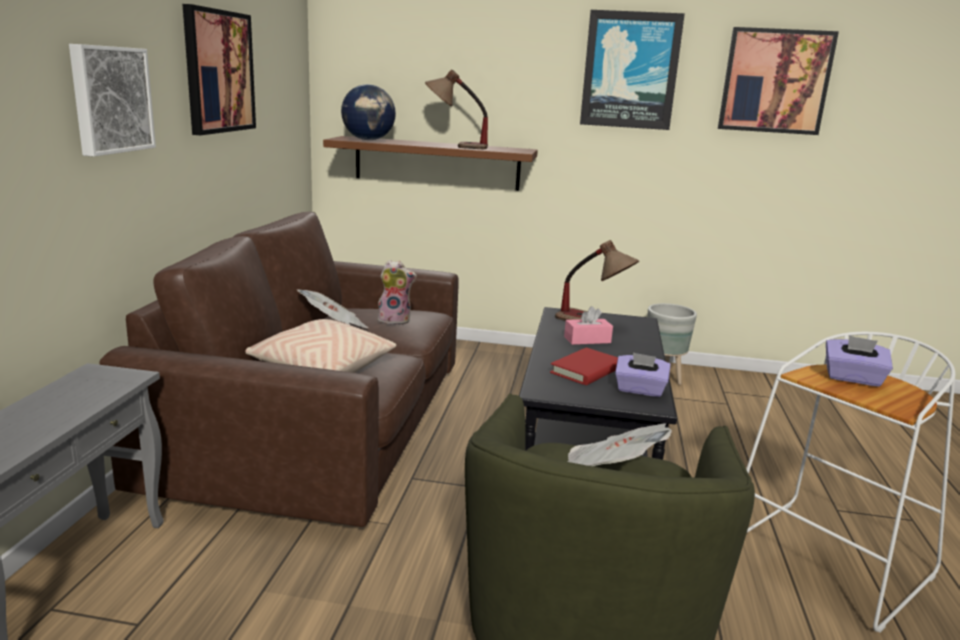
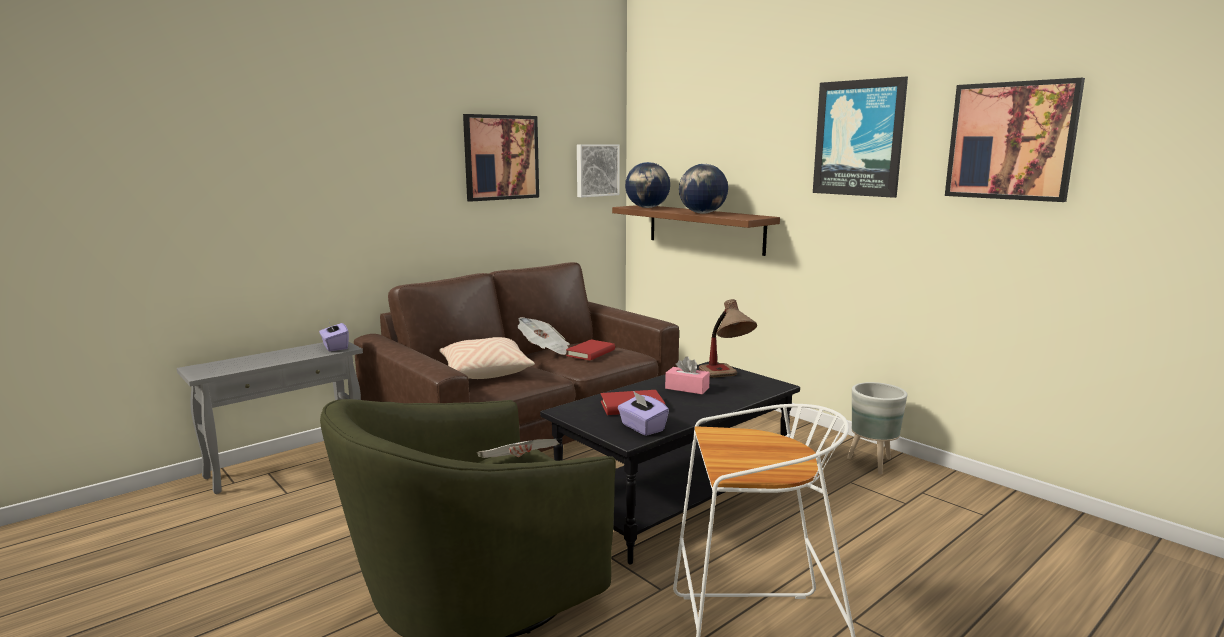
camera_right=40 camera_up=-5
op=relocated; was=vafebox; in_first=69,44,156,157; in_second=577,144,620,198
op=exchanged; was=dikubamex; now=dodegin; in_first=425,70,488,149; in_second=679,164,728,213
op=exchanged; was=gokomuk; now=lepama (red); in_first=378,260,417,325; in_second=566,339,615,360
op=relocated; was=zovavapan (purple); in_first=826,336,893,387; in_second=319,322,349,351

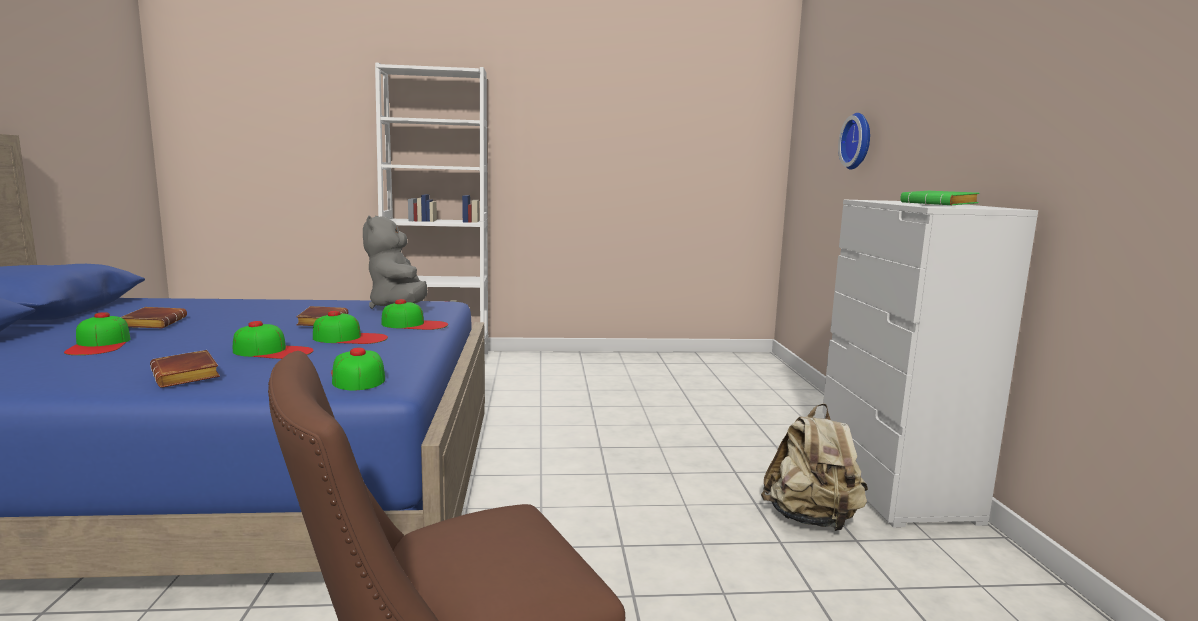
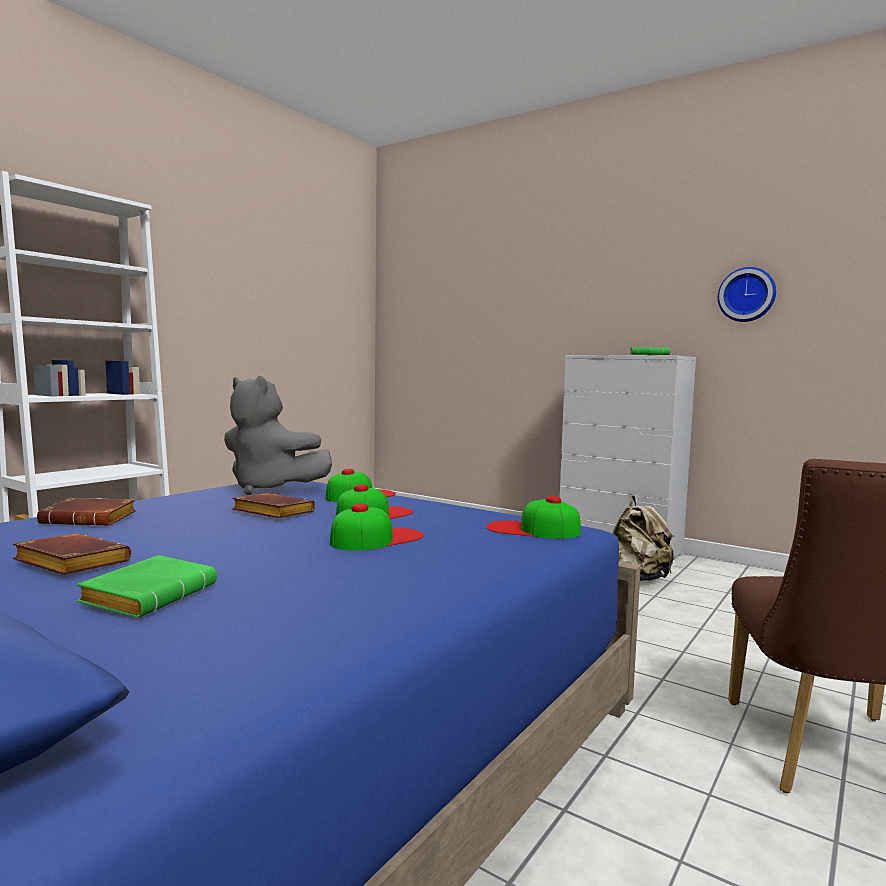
camera_right=-50 camera_up=-5
op=relocated; was=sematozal; in_first=838,113,870,170; in_second=718,267,776,322
op=exchanged; was=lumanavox; now=lepama (green); in_first=64,312,131,355; in_second=77,555,217,618
op=relocated; was=lepama (brown); in_first=150,350,220,388; in_second=37,498,136,526

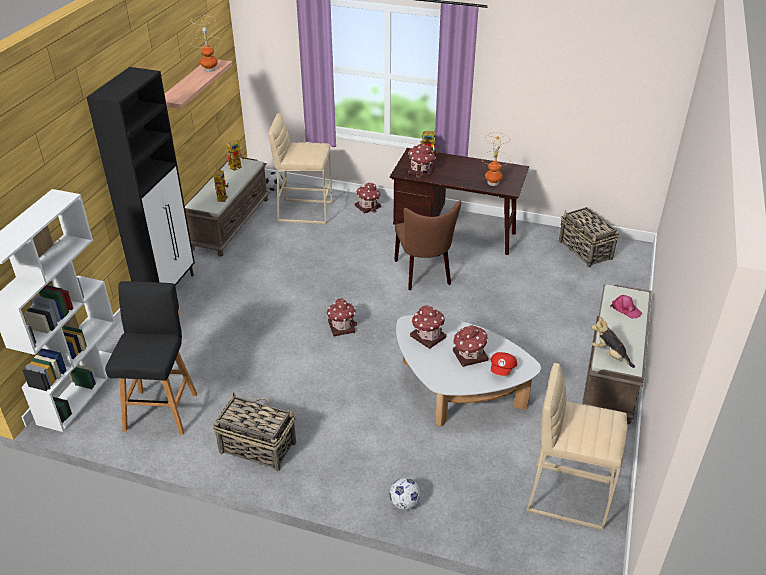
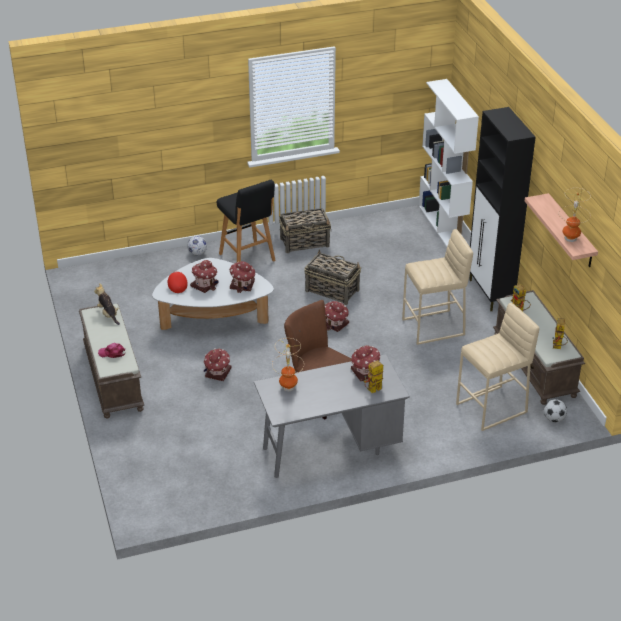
camera_right=145 camera_up=0
op=colour; was=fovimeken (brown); now=fovimeken (grey); in_first=390,148,529,255; in_second=254,354,410,478
op=relocated; was=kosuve; in_first=355,183,381,213; in_second=204,348,232,381
op=relocated; was=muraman; in_first=559,207,619,267; in_second=304,249,361,305
op=relocated; was=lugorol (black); in_first=105,281,197,435; in_second=217,180,276,262
op=spun; was=gokomuk; in_first=591,316,635,368; in_second=94,283,120,325; clockwise=-135
op=relocated; was=lugorol (beige); in_first=526,363,627,530; in_second=402,229,473,345

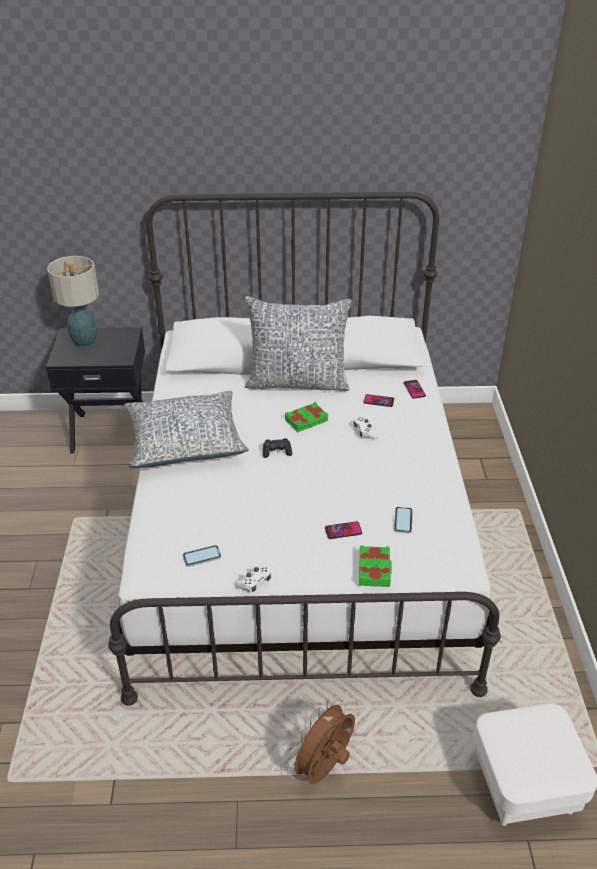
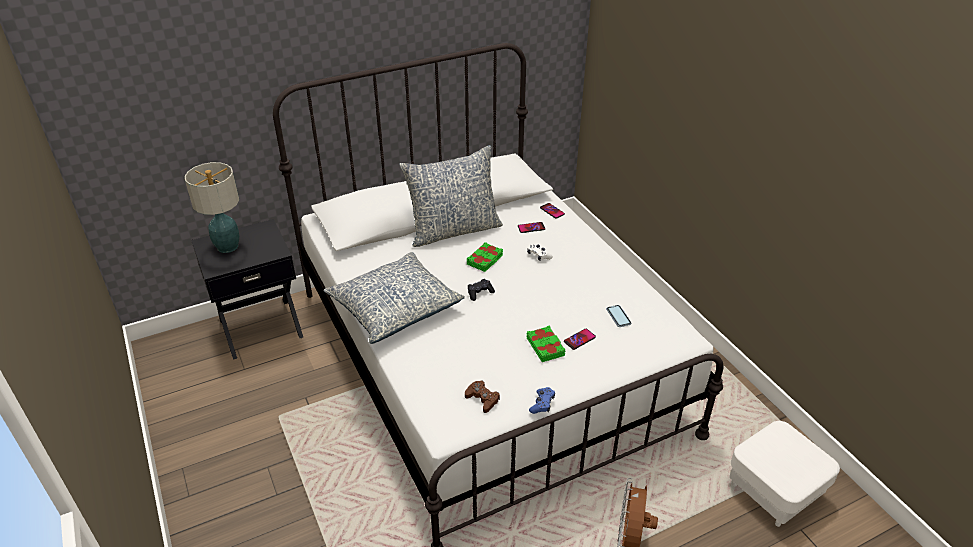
camera_right=-25 camera_up=0
op=exchanged; was=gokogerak; now=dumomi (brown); in_first=183,545,221,567; in_second=465,381,500,413
op=relocated; was=lepama (green); in_first=359,545,392,587; in_second=527,326,565,362
op=colour; was=dumomi (white); now=dumomi (blue); in_first=236,566,271,592; in_second=529,387,555,414

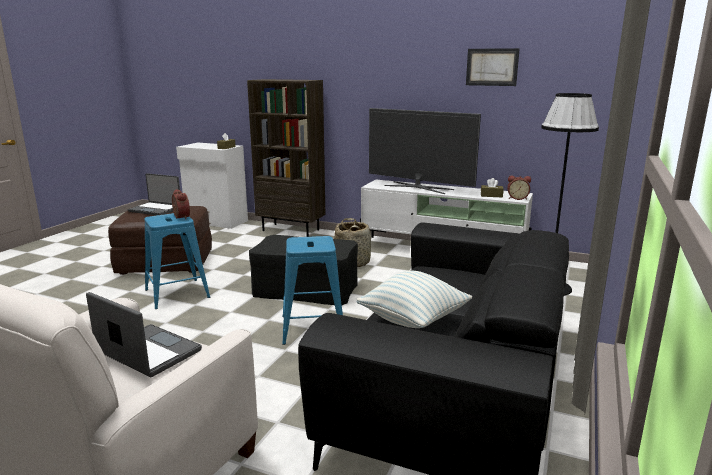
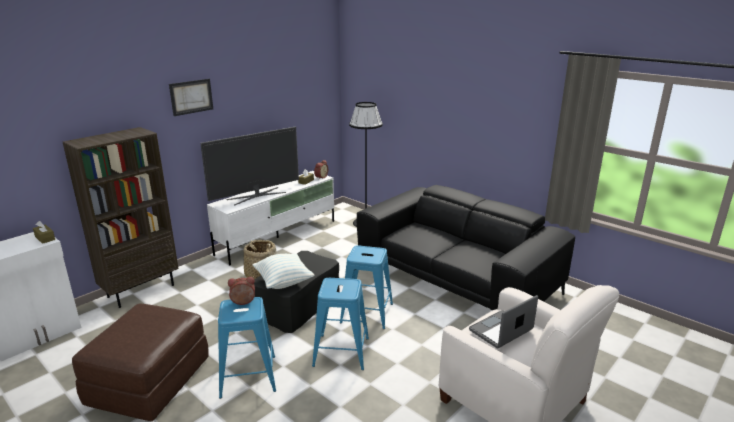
camera_right=-70 camera_up=5
op=relocated; was=vafebox; in_first=466,48,520,86; in_second=169,79,213,116
op=missing; was=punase; in_first=128,173,180,215
op=relocated; was=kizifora; in_first=356,271,472,328; in_second=253,254,314,289
op=appeared; now=lugorol (blue); in_second=312,278,369,370

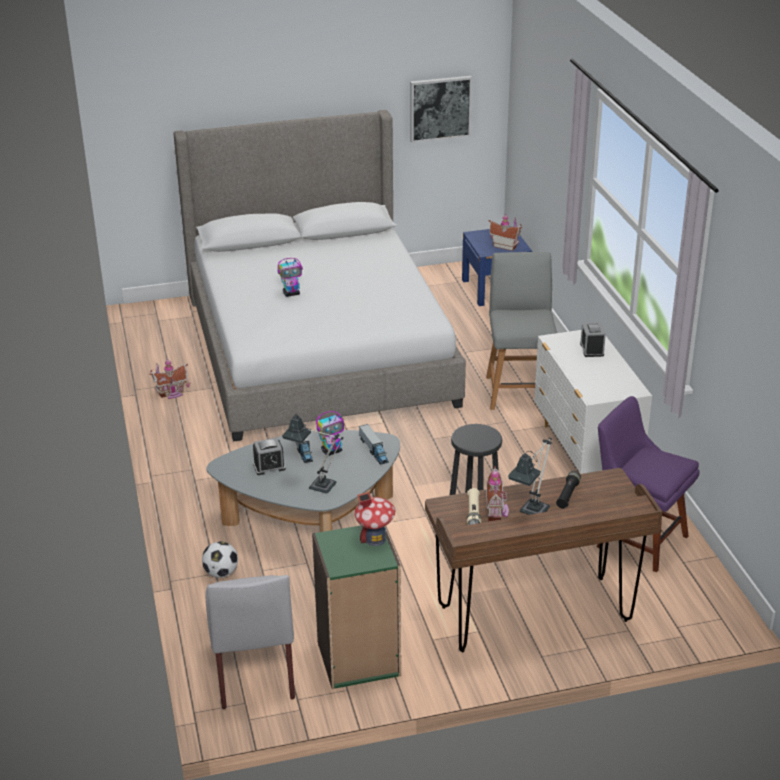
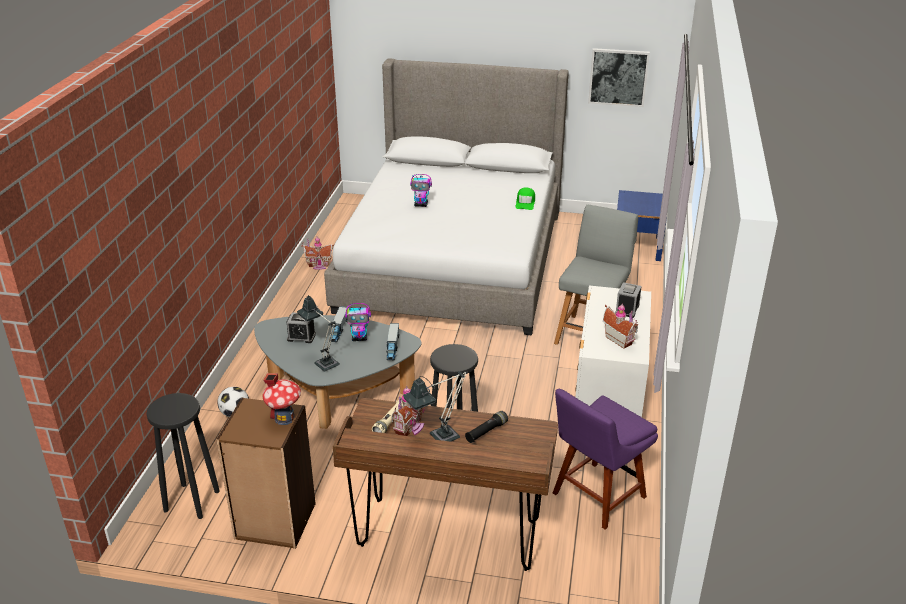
camera_right=25 camera_up=0
op=relocated; was=kosuve; in_first=489,214,523,251; in_second=603,303,638,349
op=spun; was=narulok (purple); in_first=597,396,700,572; in_second=553,389,658,530; clockwise=-105
op=colour; was=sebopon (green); now=sebopon (brown); in_first=312,525,401,689; in_second=216,398,316,549
op=exchanged; was=narulok (grey); now=lugorol (black); in_first=205,575,295,709; in_second=146,393,220,519
op=appeared; now=lumanavox (green); in_second=516,187,535,210

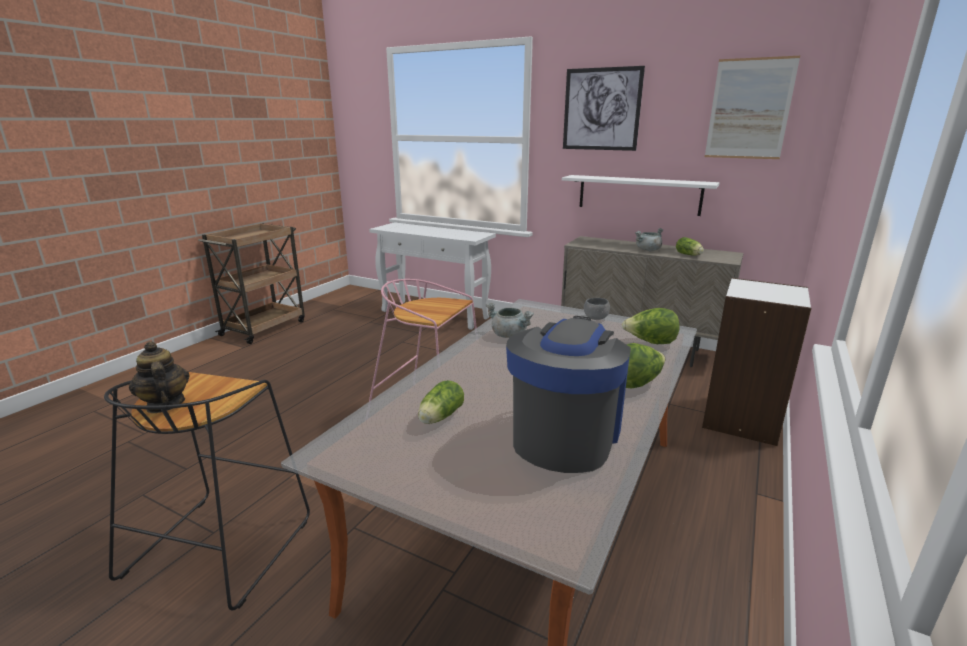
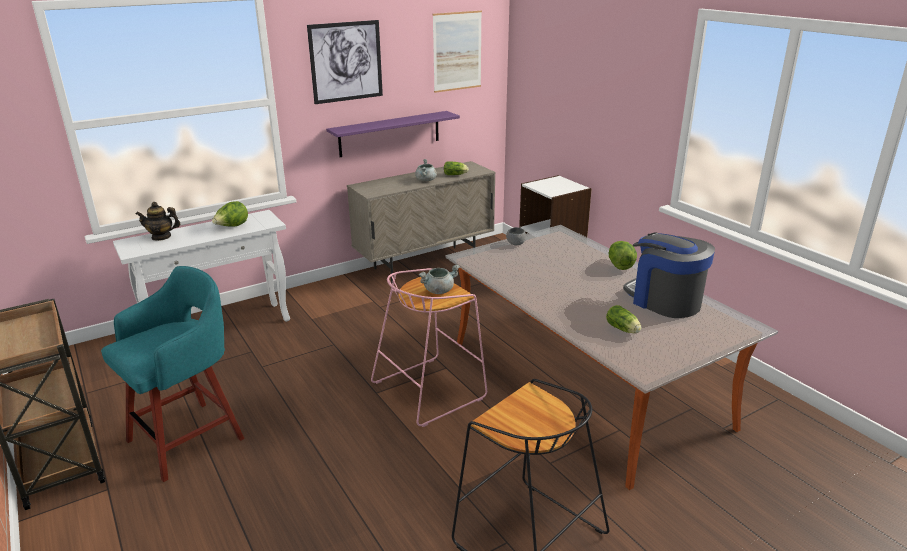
camera_right=-60 camera_up=5
op=colour; was=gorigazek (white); now=gorigazek (purple); in_first=562,175,719,216; in_second=326,111,460,157
op=relocated; was=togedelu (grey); in_first=486,303,534,338; in_second=419,264,460,294
op=relocated; was=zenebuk; in_first=622,308,680,344; in_second=212,201,248,227
op=relocated; was=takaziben; in_first=129,341,190,413; in_second=136,202,180,241
op=appeared; now=lugorol (turquoise); in_second=101,266,245,482

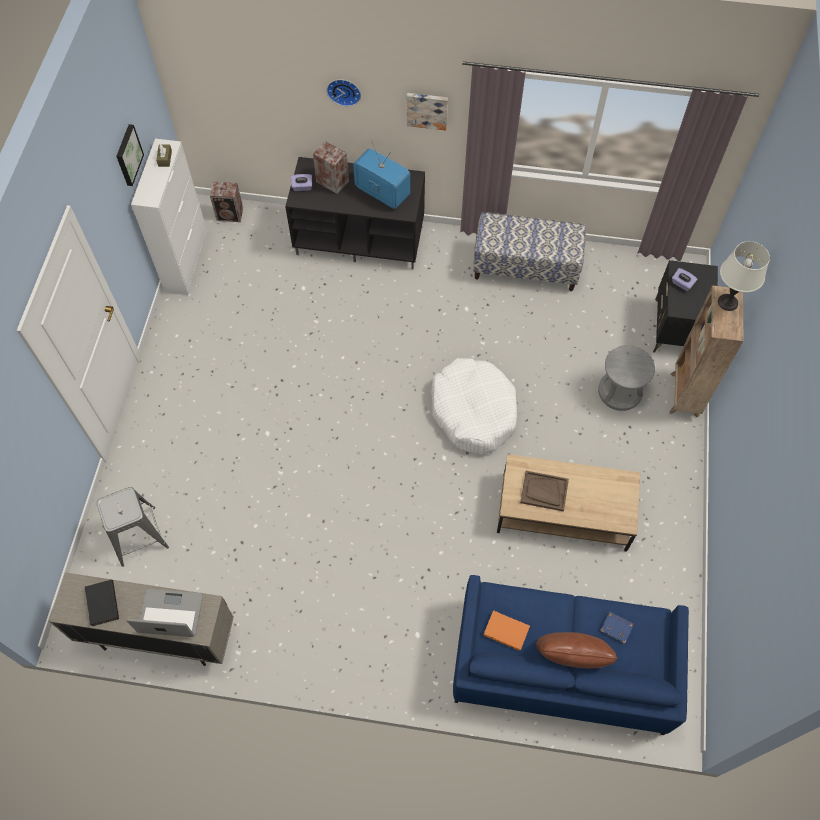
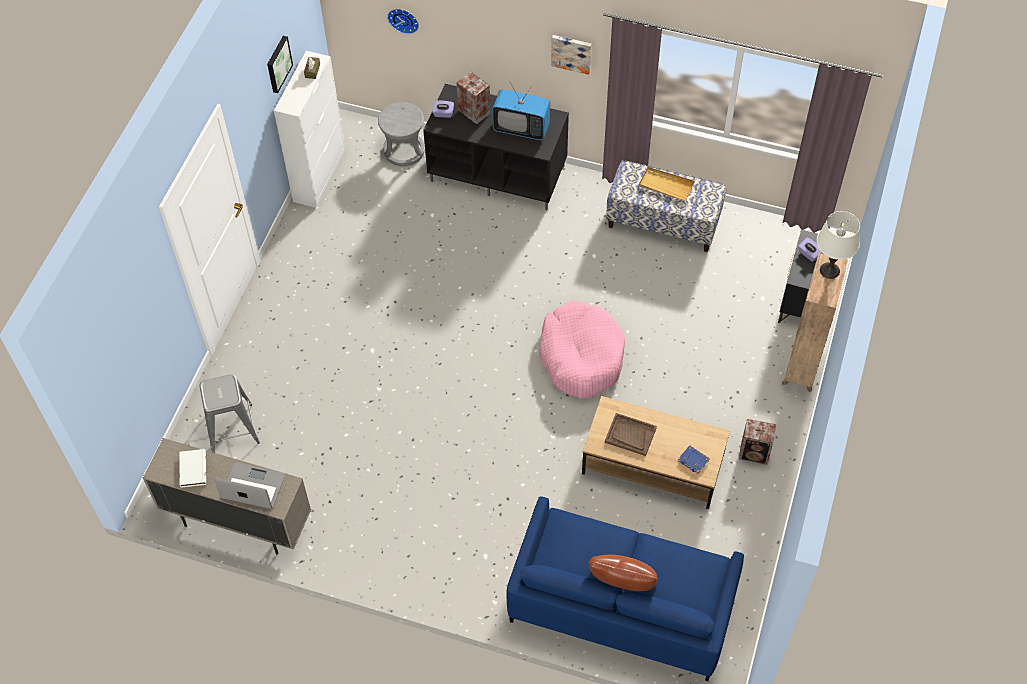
camera_right=10 camera_up=-5
op=relocated; was=sematozal; in_first=327,79,361,106; in_second=387,9,419,34
op=spun; was=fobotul; in_first=353,142,410,209; in_second=492,81,550,140; clockwise=150
op=relocated; was=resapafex; in_first=210,182,243,222; in_second=739,419,776,465
op=relocated; was=lugorol (grey); in_first=598,345,655,411; in_second=378,102,425,166
op=colour; was=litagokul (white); now=litagokul (pink); in_first=431,358,517,455; in_second=539,301,625,398
op=colour; was=lepama (black); now=lepama (white); in_first=85,579,119,626; in_second=179,449,206,488
op=missing; was=lepama (orange); in_first=483,610,530,651
op=relocated; was=lepama (blue); in_first=600,612,634,644; in_second=678,446,710,474
op=appeared; now=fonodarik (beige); in_second=639,167,695,201

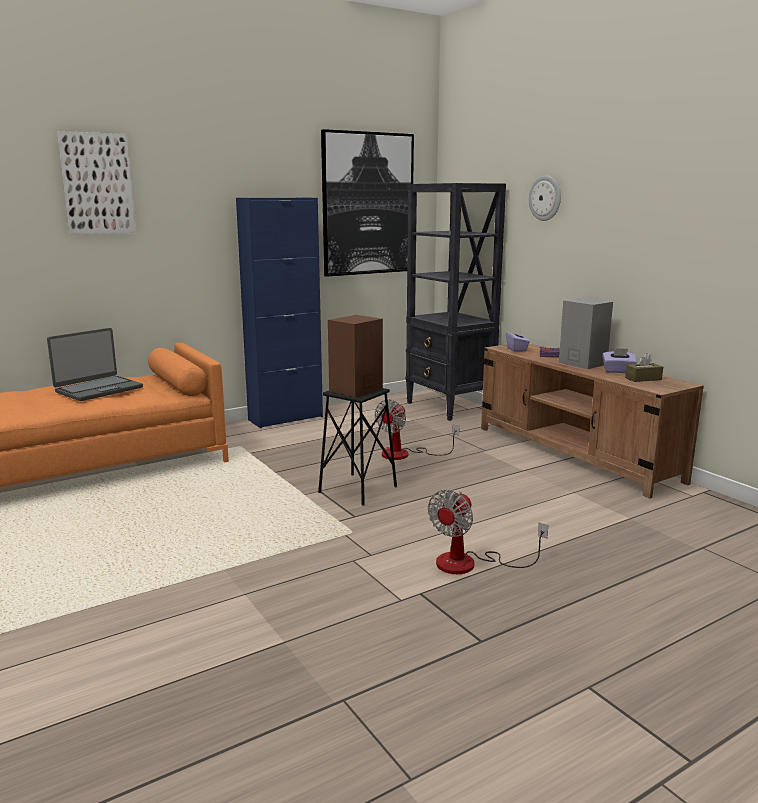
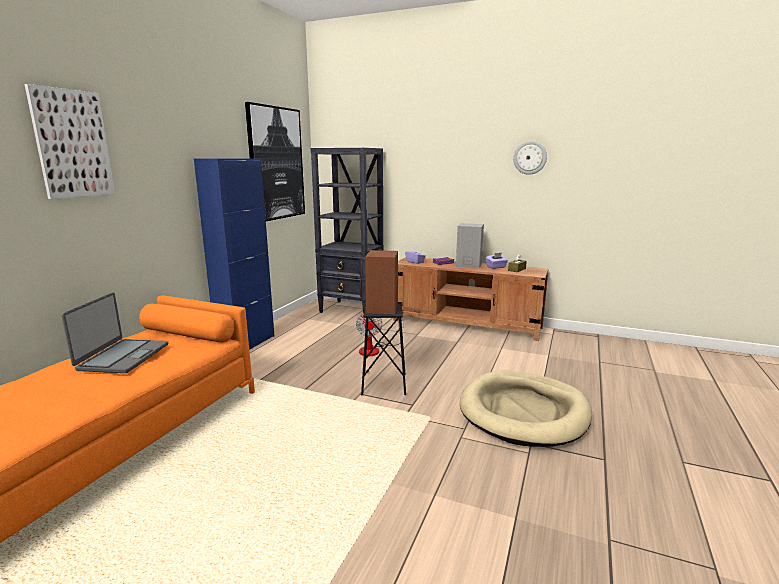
camera_right=-35 camera_up=0
op=relocated; was=sematozal; in_first=529,175,561,221; in_second=513,141,547,175
op=exchanged; was=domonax; now=litagokul (beige); in_first=428,490,548,574; in_second=460,371,592,447

